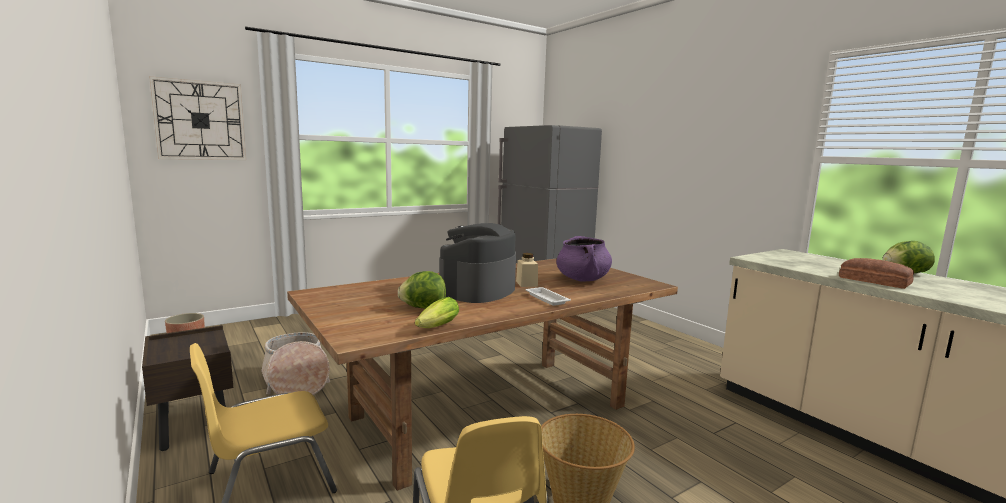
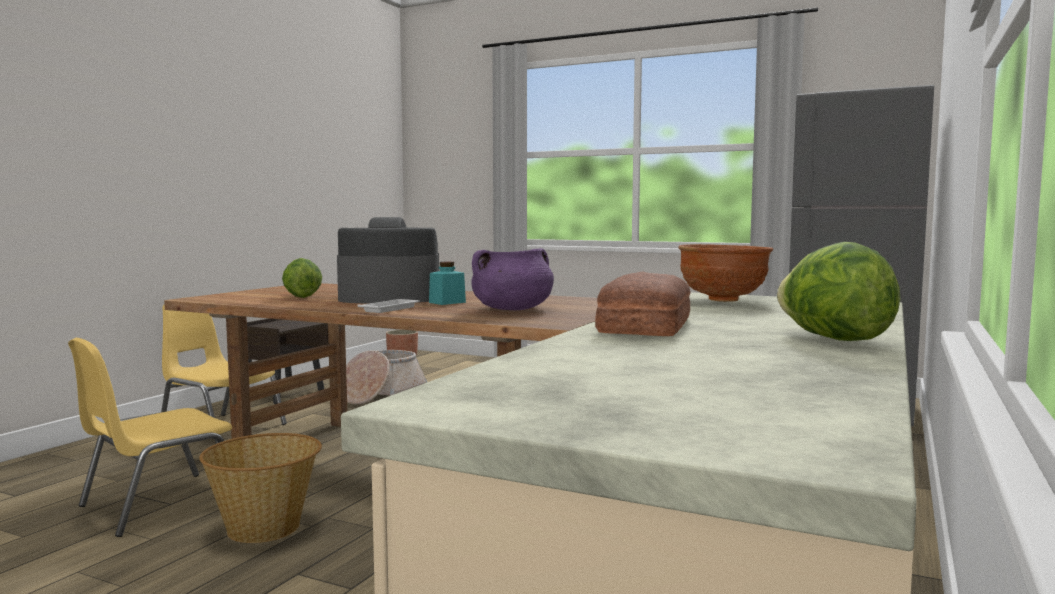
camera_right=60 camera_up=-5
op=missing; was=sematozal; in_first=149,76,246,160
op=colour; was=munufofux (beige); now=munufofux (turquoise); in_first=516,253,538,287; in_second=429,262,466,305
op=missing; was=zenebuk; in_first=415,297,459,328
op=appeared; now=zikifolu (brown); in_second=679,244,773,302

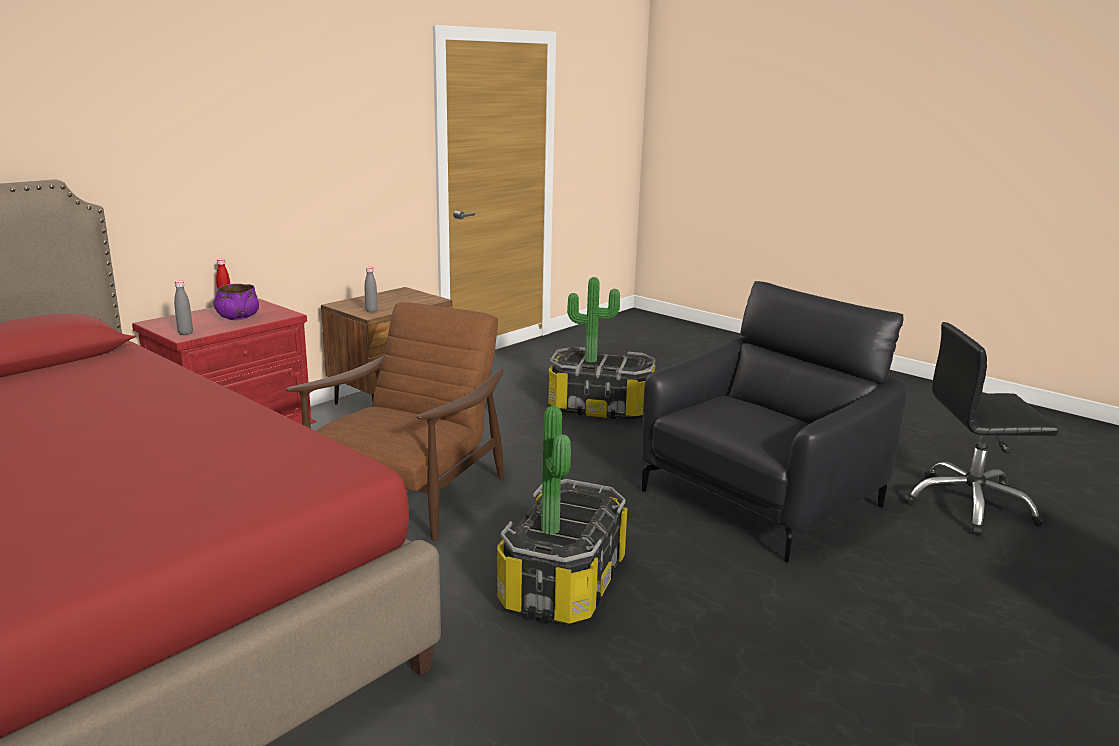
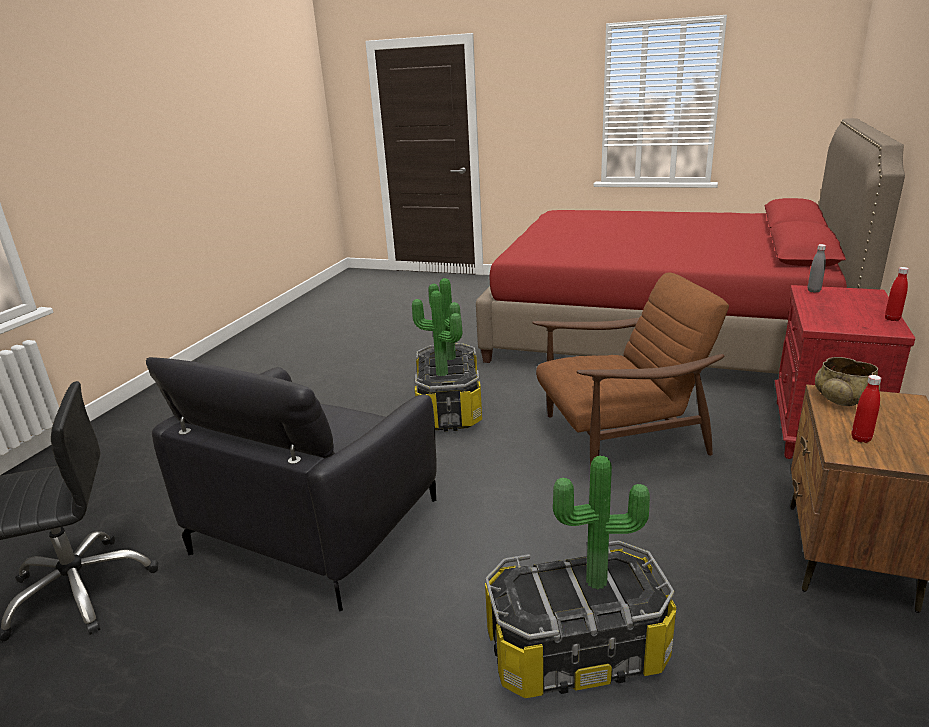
camera_right=160 camera_up=5
op=exchanged; was=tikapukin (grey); now=zikifolu (beige); in_first=364,267,378,313; in_second=815,357,880,406
op=missing; was=zikifolu (purple); in_first=214,284,259,320
op=spun; was=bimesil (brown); in_first=286,302,504,541; in_second=532,273,729,467; clockwise=-105
op=appeared; now=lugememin; in_second=412,291,462,376
op=appeared; now=tikapukin (red); in_second=851,375,882,443

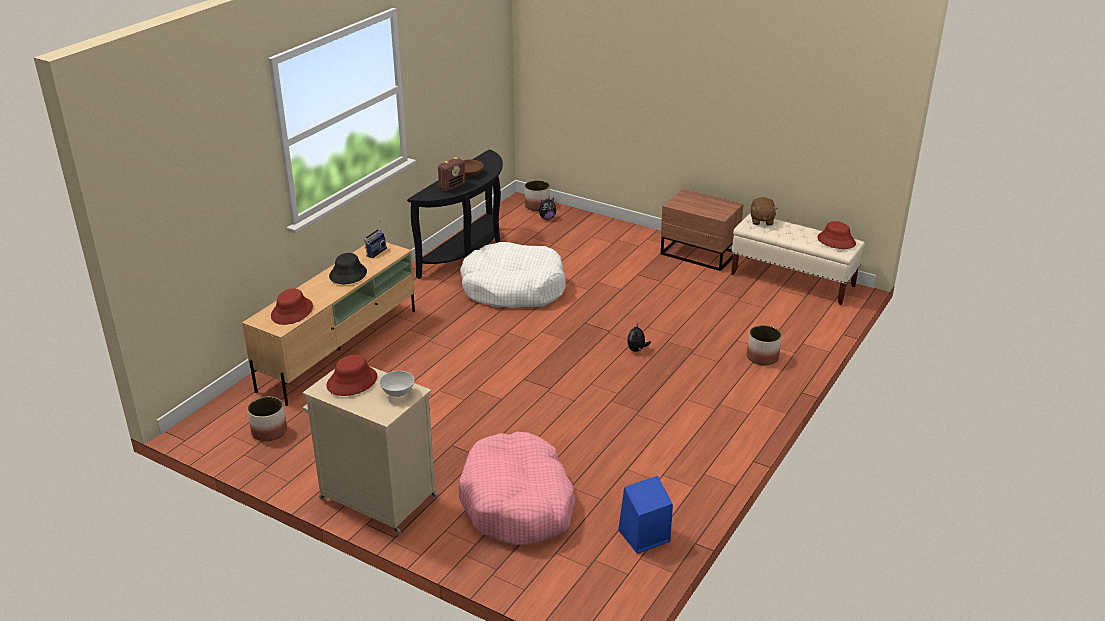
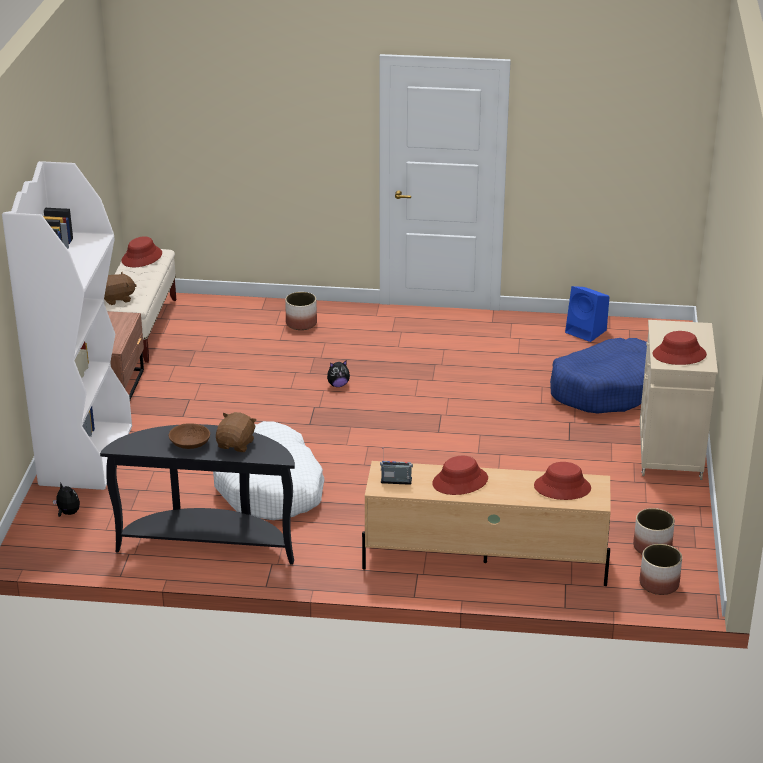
camera_right=-115 camera_up=0
op=exchanged; was=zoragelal; now=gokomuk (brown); in_first=438,157,465,191; in_second=216,412,256,452
op=relocated; was=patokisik; in_first=525,180,550,211; in_second=640,544,682,595
op=colour; was=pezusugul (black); now=pezusugul (red); in_first=329,253,367,284; in_second=432,456,488,495
op=missing; was=zikifolu (white); in_first=379,371,415,397
op=colour; was=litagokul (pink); now=litagokul (blue); in_first=459,432,576,545; in_second=550,338,647,414
op=appeared; now=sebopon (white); in_second=2,161,132,490

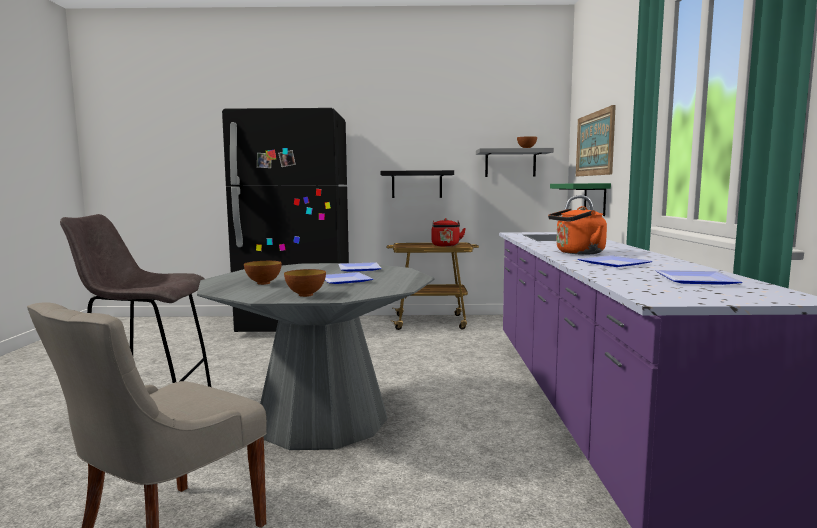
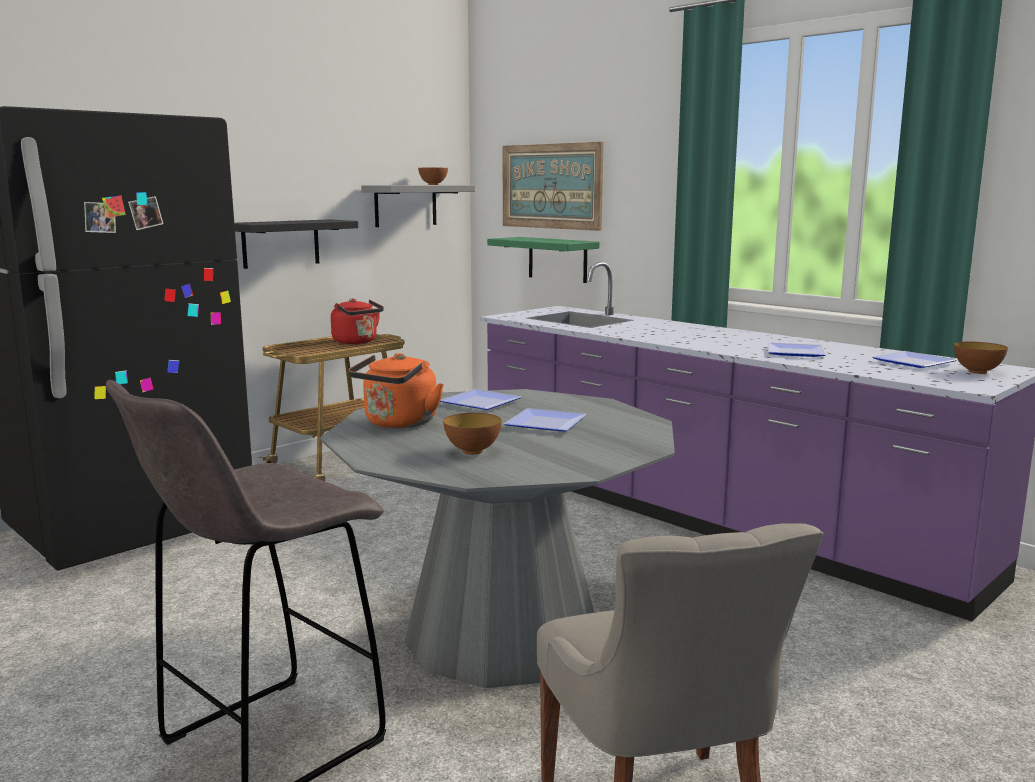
camera_right=-45 camera_up=5
op=relocated; was=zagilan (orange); in_first=548,206,607,255; in_second=348,353,444,428
op=relocated; was=zikifolu; in_first=284,269,326,297; in_second=954,342,1008,374

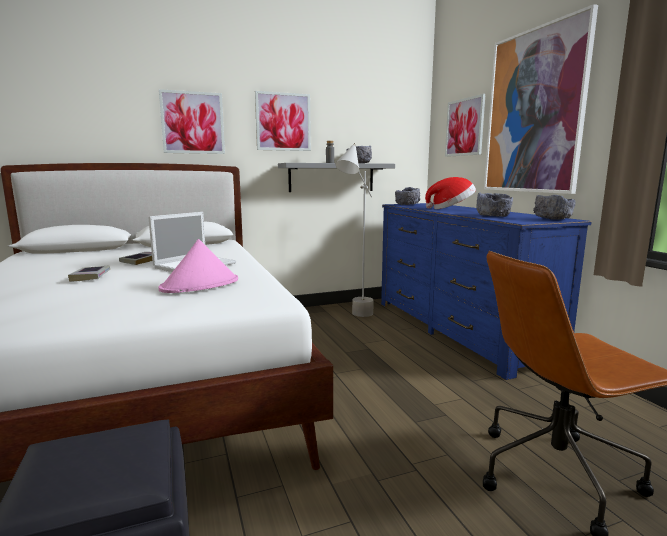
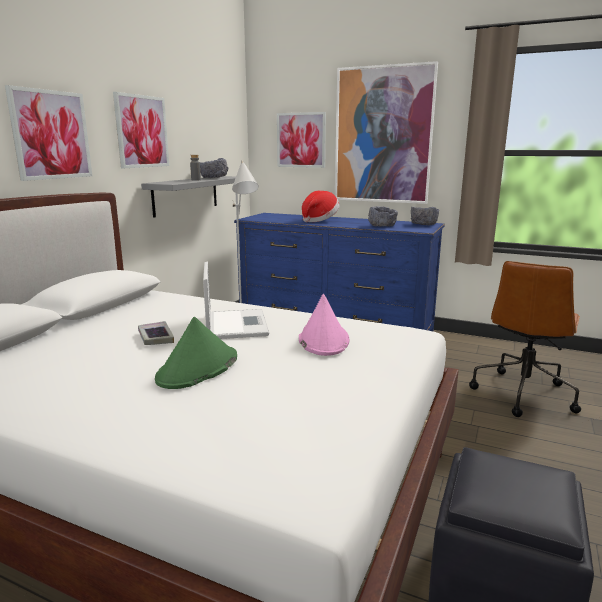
camera_right=-45 camera_up=5
op=missing; was=zikifolu (grey); in_first=395,187,420,205
op=exchanged; was=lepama; now=pezusugul (green); in_first=68,265,110,282; in_second=155,317,237,389

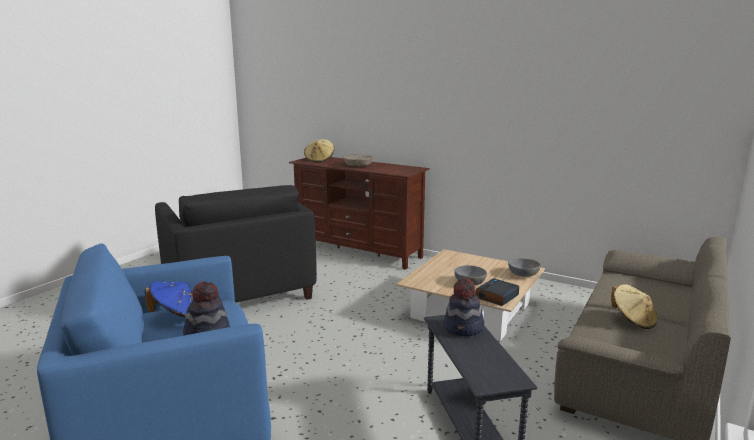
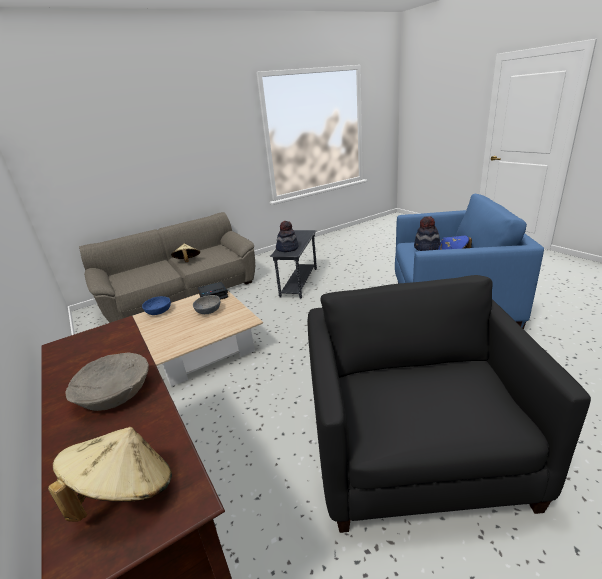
camera_right=-150 camera_up=10
op=colour; was=zikifolu (grey); now=zikifolu (blue); in_first=508,258,541,277; in_second=142,296,171,315

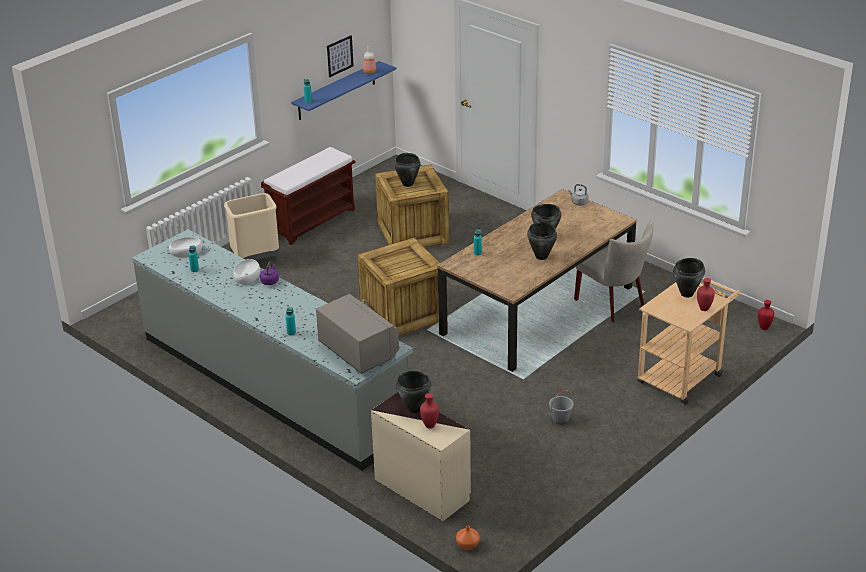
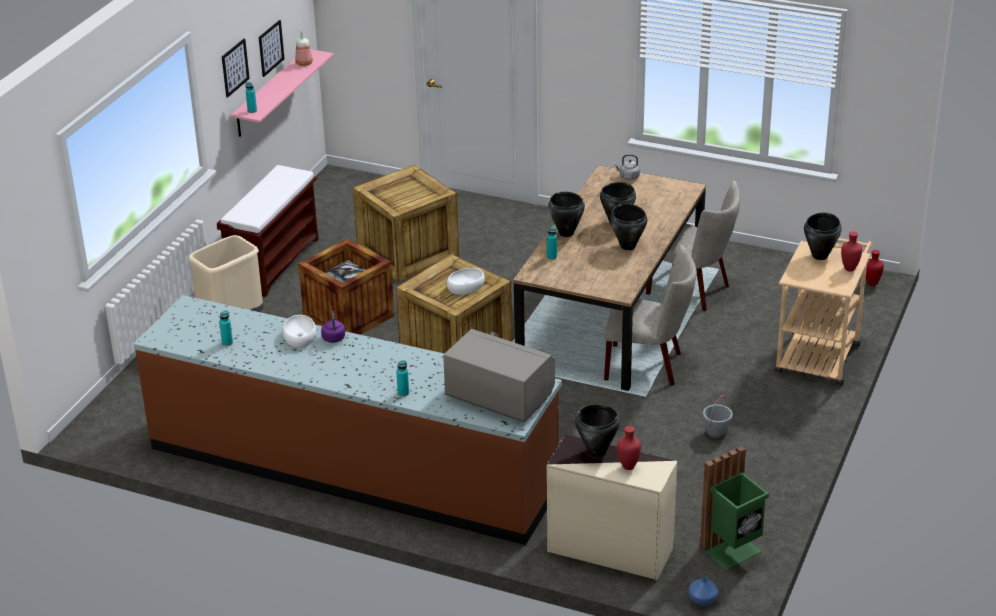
camera_right=-20 camera_up=0
op=colour; was=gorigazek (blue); now=gorigazek (pink); in_first=291,61,397,120; in_second=231,49,334,137
op=relocated; was=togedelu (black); in_first=394,153,421,187; in_second=548,191,585,237
op=colour; was=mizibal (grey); now=mizibal (brown); in_first=132,229,413,471; in_second=134,295,562,545
op=relocated; was=zikifolu (white); in_first=169,237,203,257; in_second=447,268,485,295
op=colour; was=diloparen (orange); now=diloparen (blue); in_first=456,525,480,550; in_second=689,576,718,606
op=appeared; now=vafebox; in_second=222,39,250,98
op=appeared; now=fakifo; in_second=298,238,394,335
op=appeared; now=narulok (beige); in_second=604,245,697,386
op=appeared; now=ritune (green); in_second=700,446,769,570

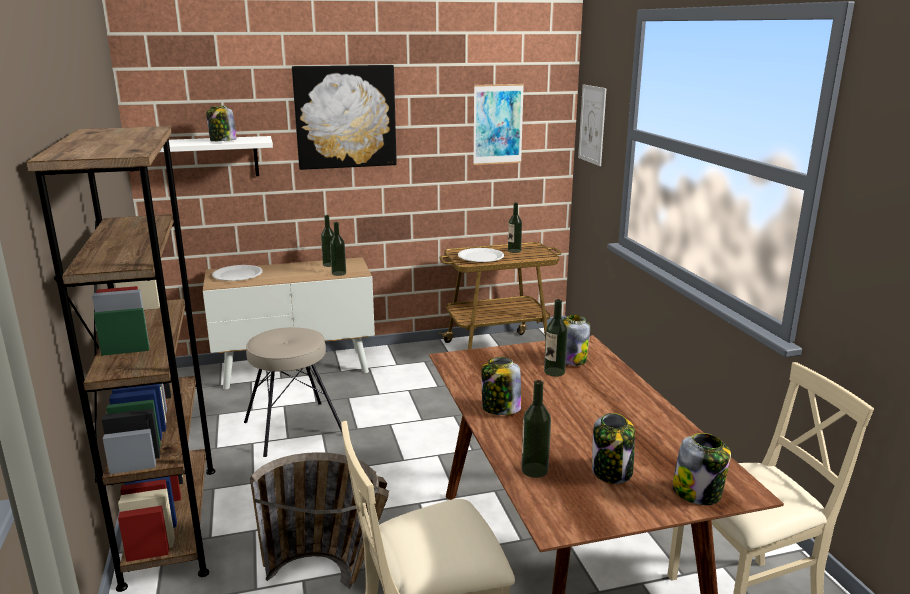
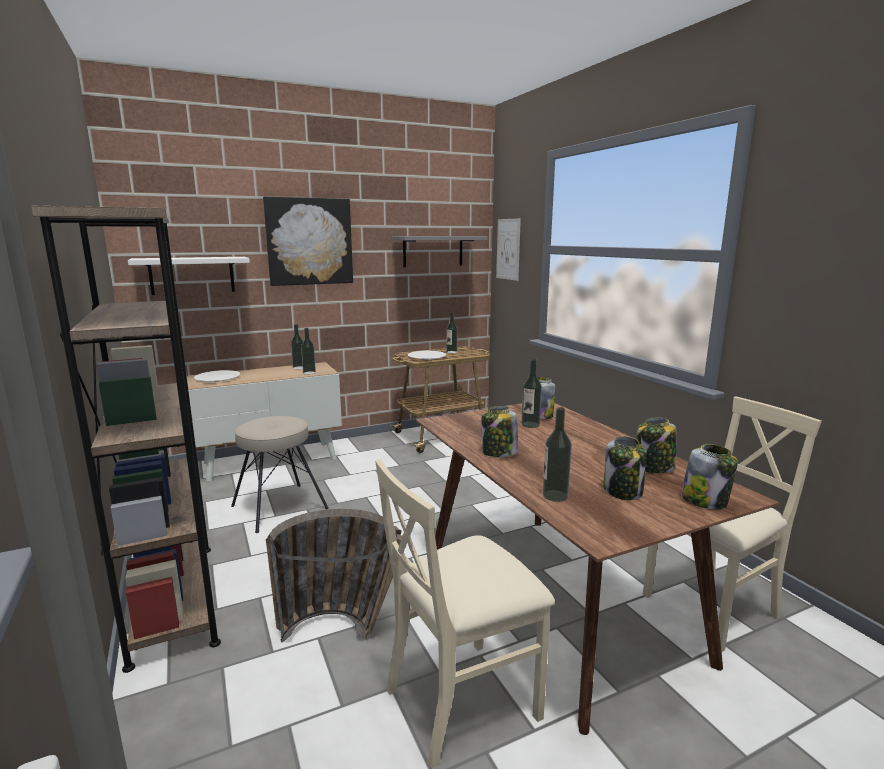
camera_right=-10 camera_up=-5
op=exchanged; was=vafebox; now=gorigazek (grey); in_first=473,84,524,165; in_second=392,236,487,267
op=relocated; was=munufofux; in_first=206,106,237,142; in_second=637,418,677,473

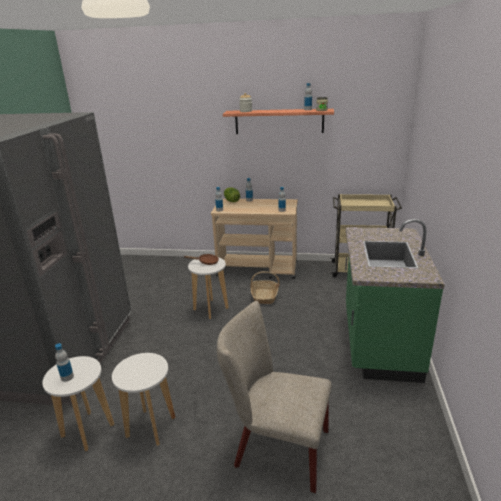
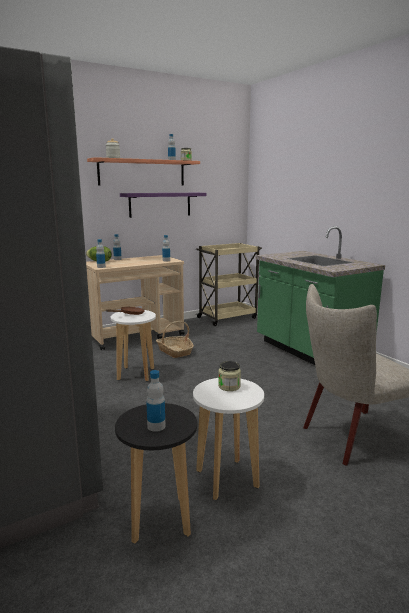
camera_right=-40 camera_up=-10
op=colour; was=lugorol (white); now=lugorol (black); in_first=42,356,114,451; in_second=115,403,197,544
op=appeared; now=gorigazek (purple); in_second=120,193,206,218
op=appeared; now=munufofux; in_second=218,361,241,391

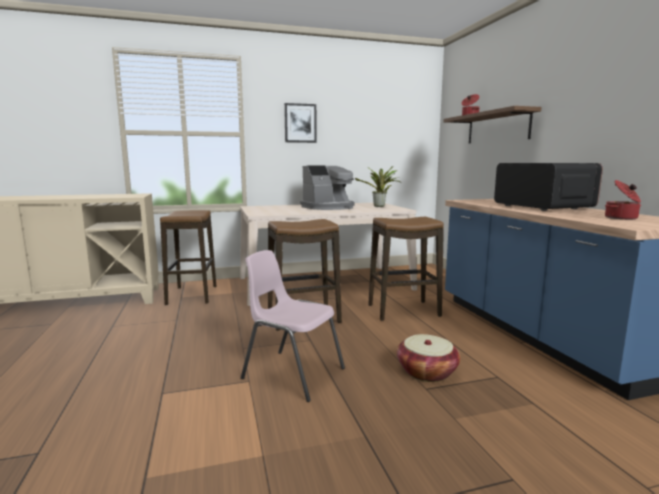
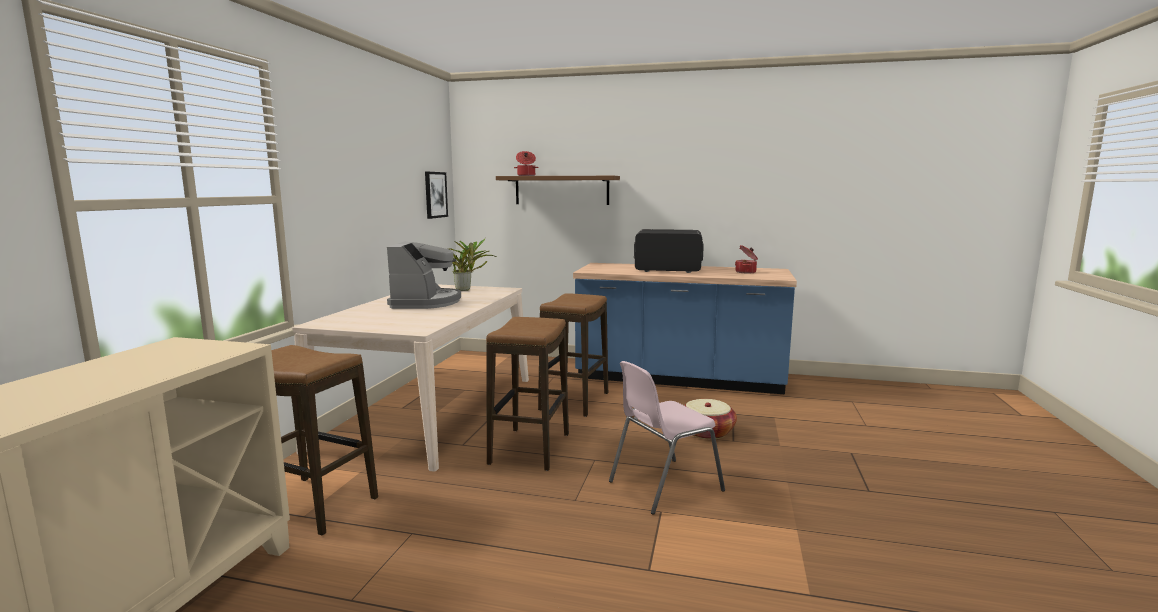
camera_right=-60 camera_up=0
op=relocated; was=vafebox; in_first=284,103,317,143; in_second=425,172,448,219

